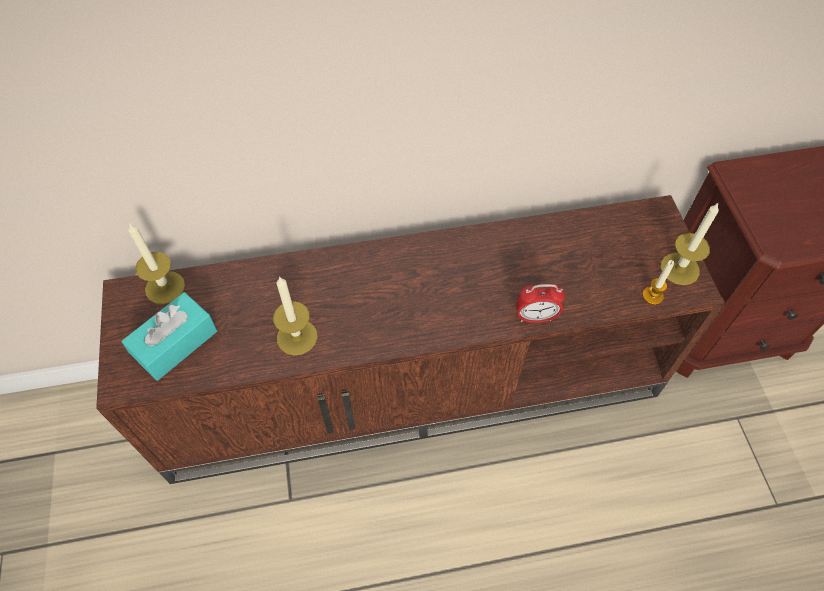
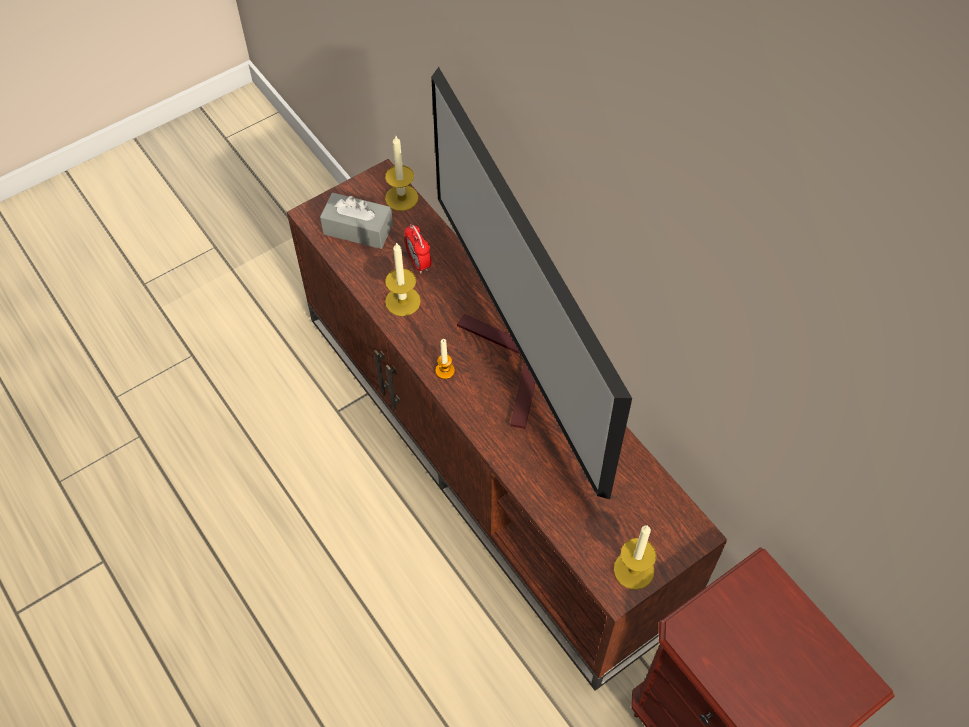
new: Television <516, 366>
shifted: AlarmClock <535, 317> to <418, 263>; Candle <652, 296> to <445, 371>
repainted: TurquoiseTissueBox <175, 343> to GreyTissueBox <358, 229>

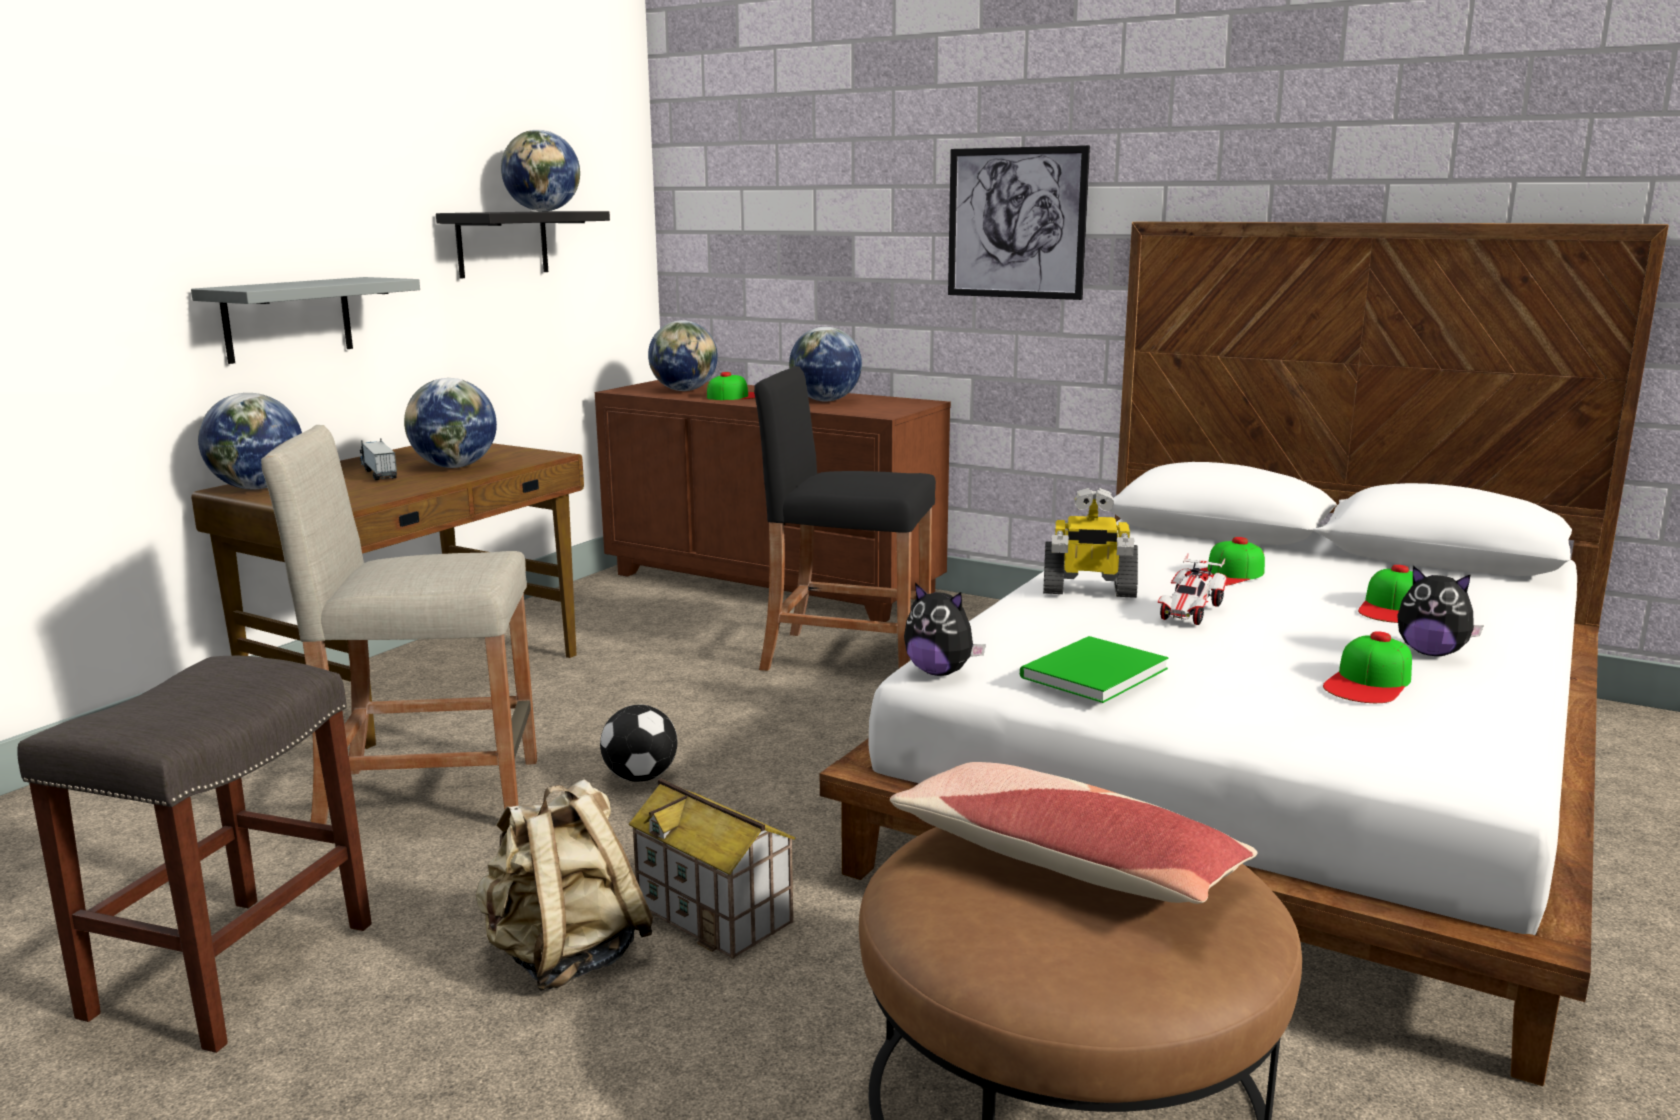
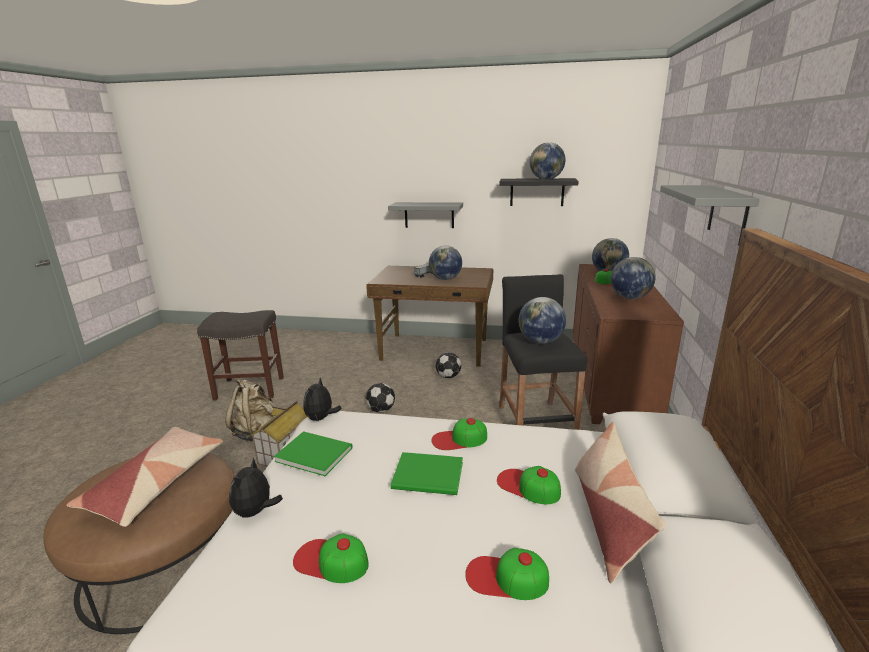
gone: BeigeStool <430, 796>
new: Football <448, 376>; Pillow <608, 518>
shifted: PlushToy <1431, 653> to <255, 512>; Globe <257, 488> to <540, 341>
swapped: ToyCar <1190, 612> to GreenBook <430, 477>; ToyRobot <1088, 590> to Cap <459, 439>; Picture <1016, 223> to GreyShelf <728, 214>

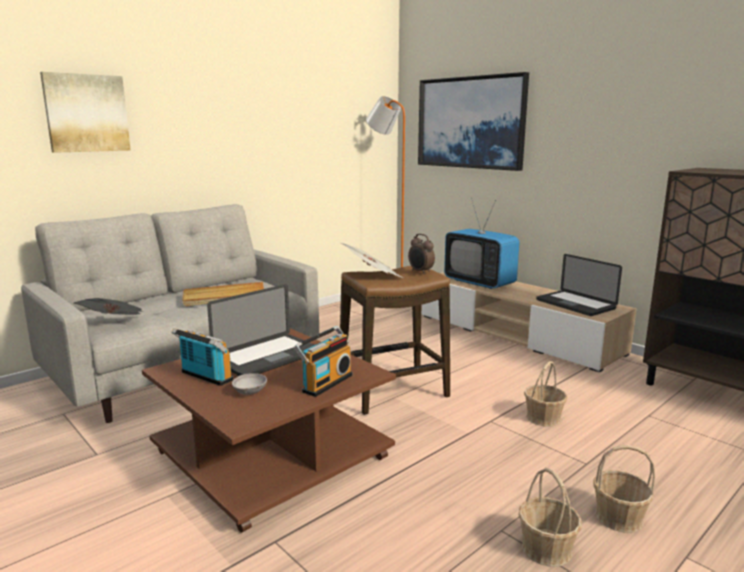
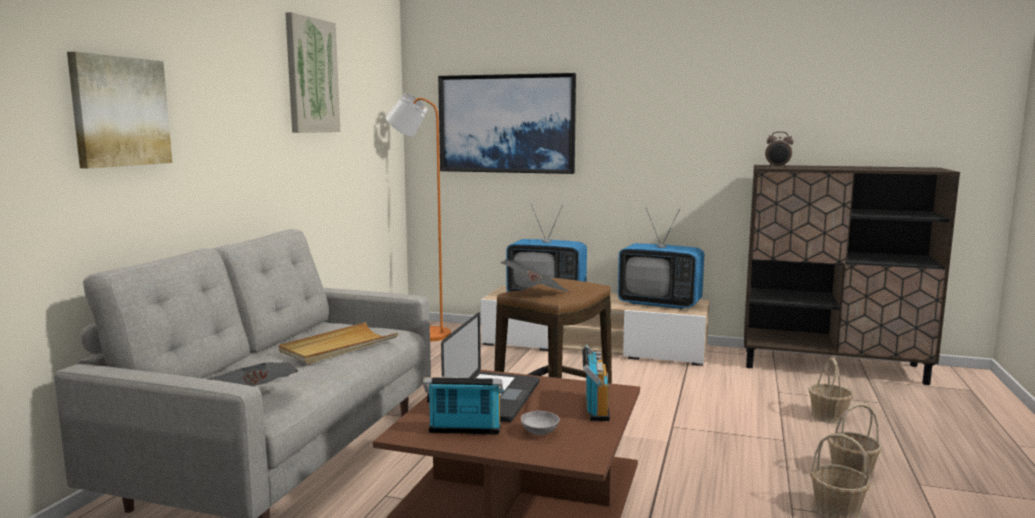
new: Picture <311, 76>
shifted: AlarmClock <420, 272> to <777, 167>; Basket <543, 418> to <828, 416>
swapped: Laptop <575, 304> to Television <659, 304>

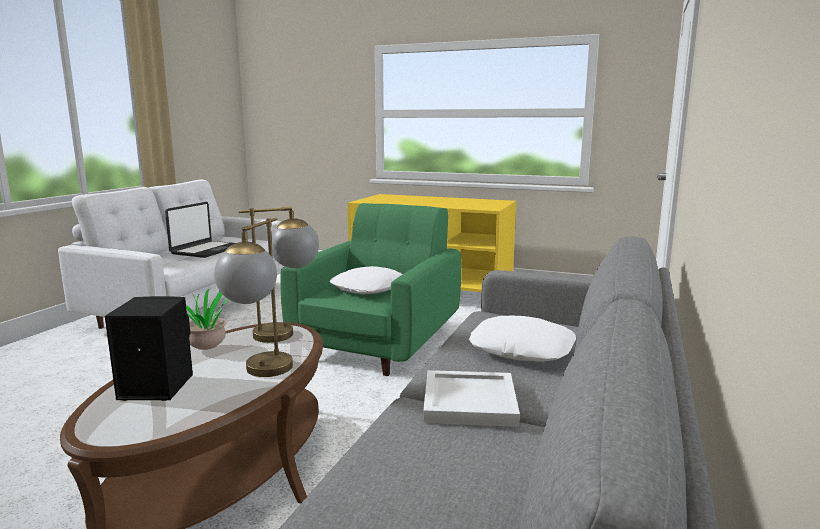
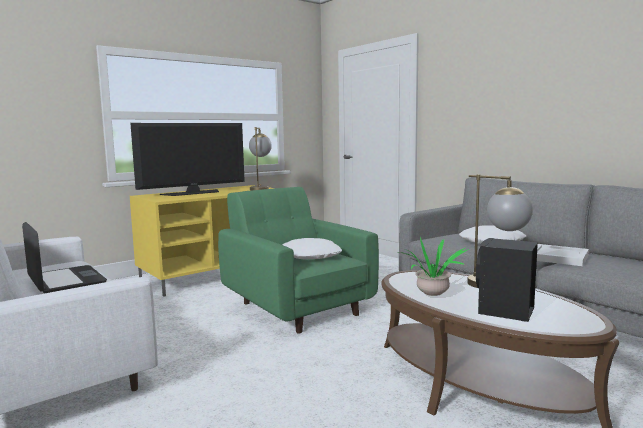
new: Television <193, 193>
shifted: TableLamp <287, 332> to <260, 189>

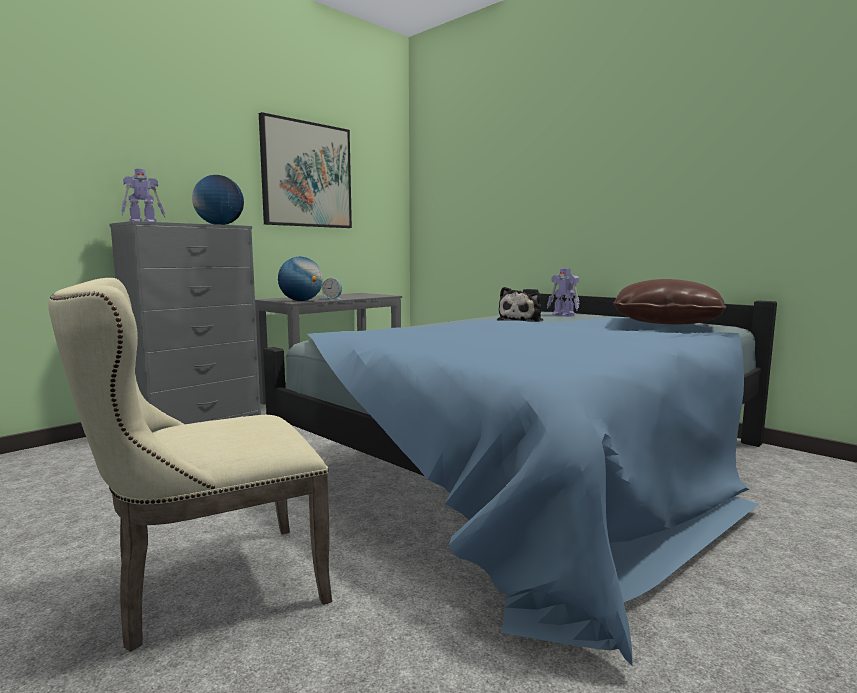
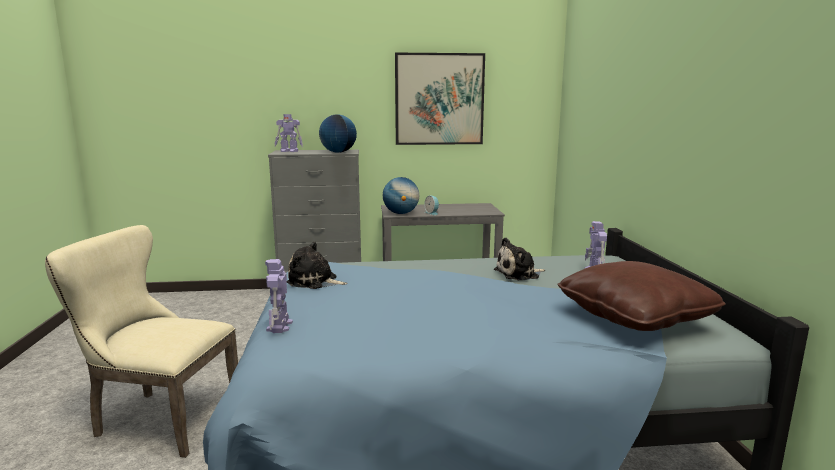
new: ToyRobot <279, 326>; PlushToy <314, 281>

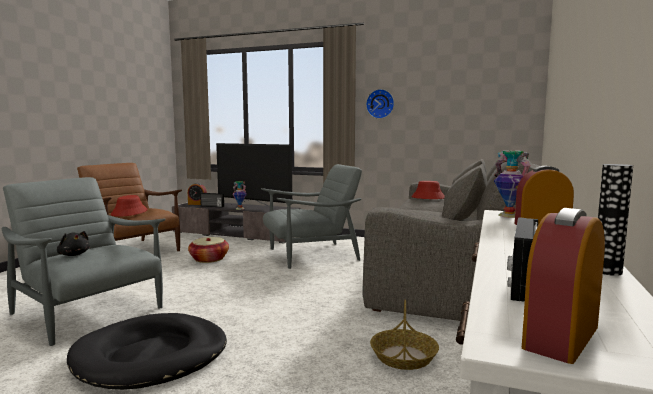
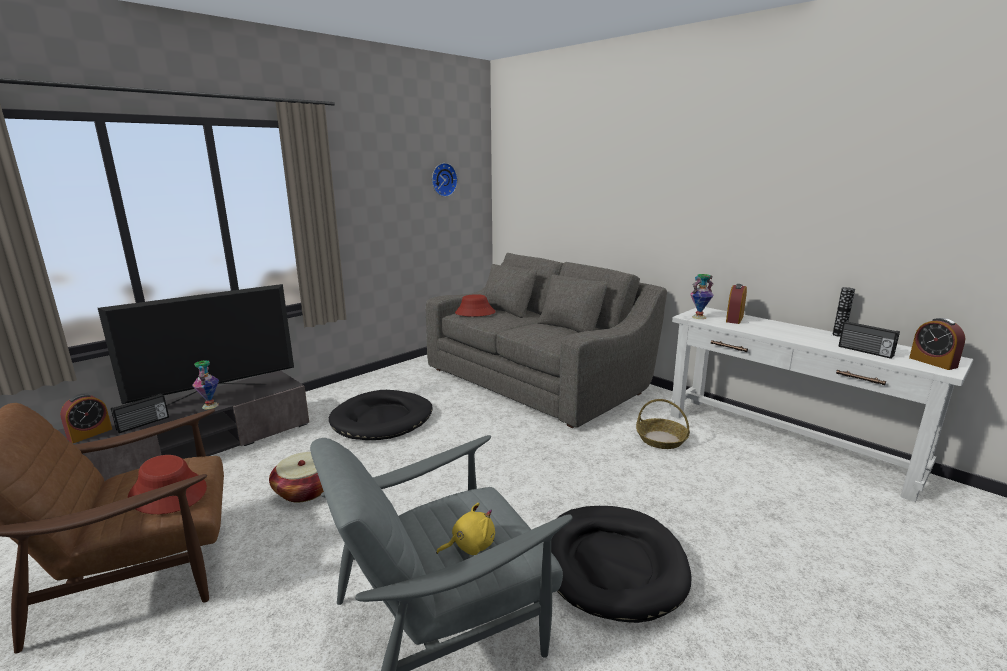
shifted: WallClock <380, 104> to <443, 179>
swapped: GreyArmchair <310, 255> to BlackDogBed <382, 419>
repainted: BlackPlushToy <74, 255> to YellowPlushToy <470, 545>

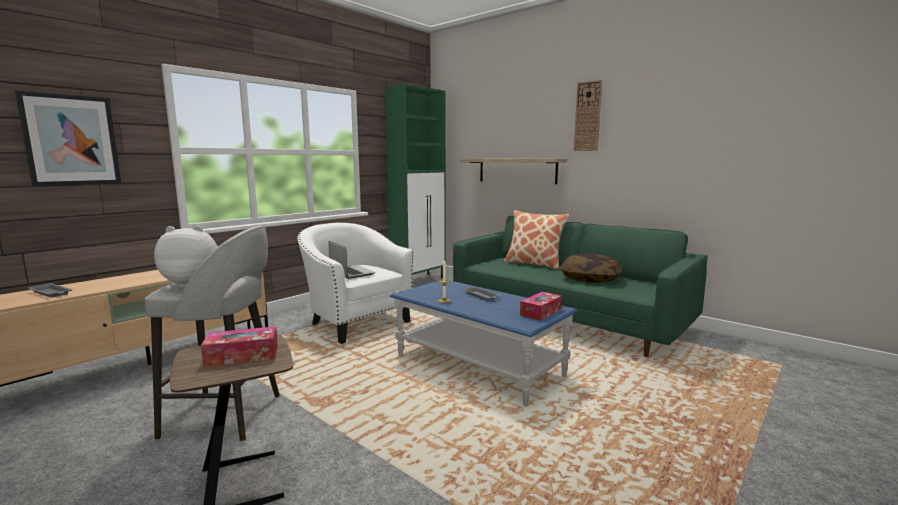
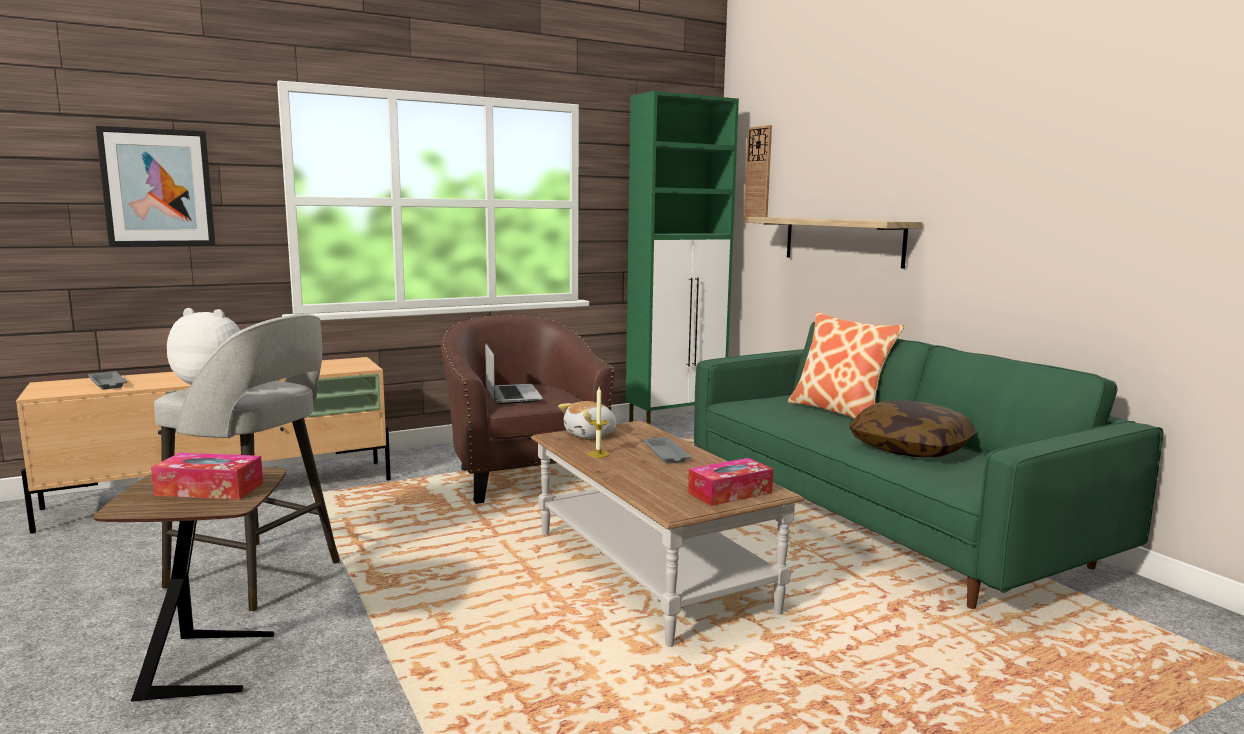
new: PlushToy <591, 435>
shifted: WallClock <588, 116> to <758, 175>
repainted: WhiteArmchair <355, 322> to BrownArmchair <522, 475>; BlueCoffeeTable <478, 366> to BrownCoffeeTable <650, 571>

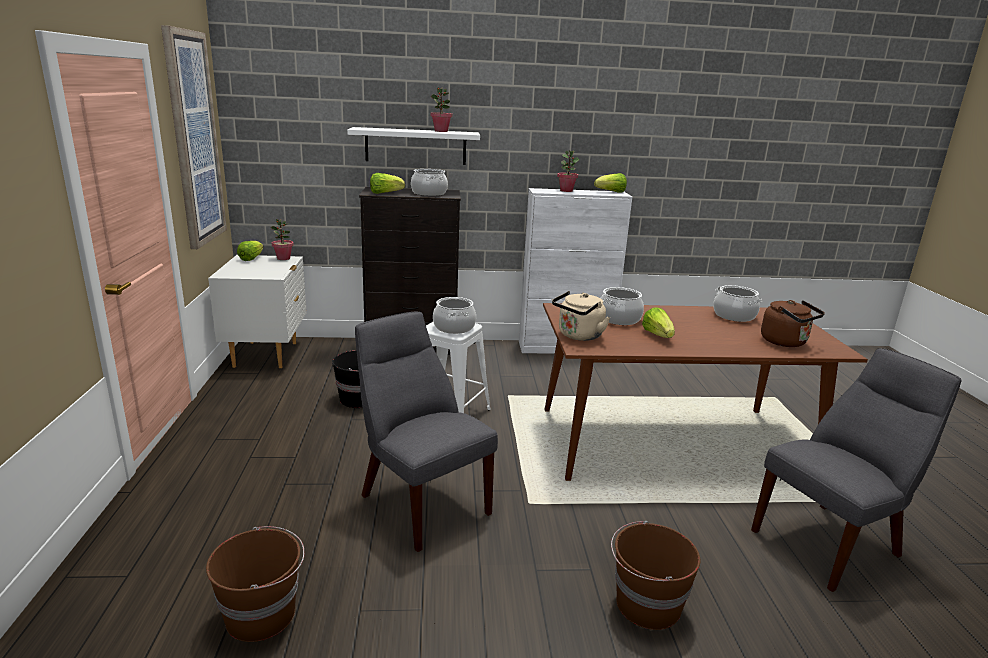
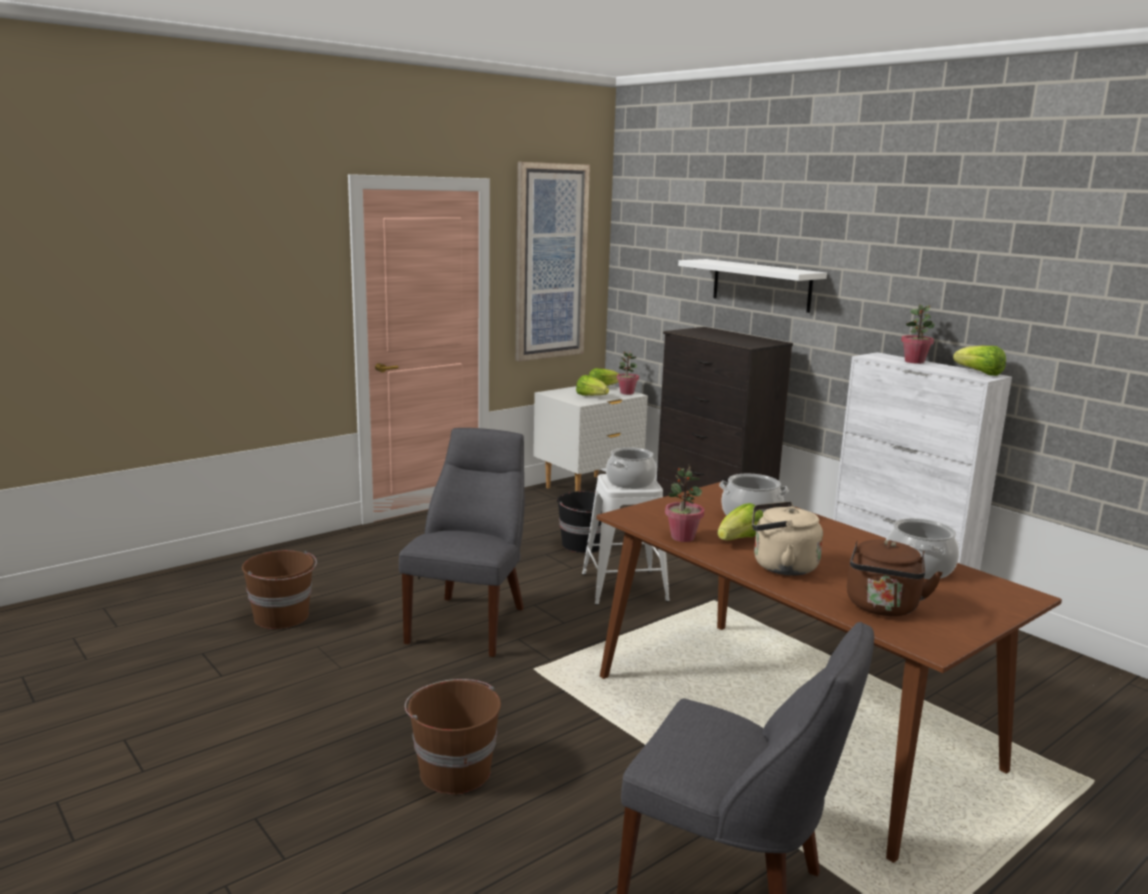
gone: CookingPot <429, 193>
shifted: Lettuce <385, 193> to <591, 396>; PottedPlant <441, 131> to <682, 537>; BeigeKettle <578, 336> to <780, 566>

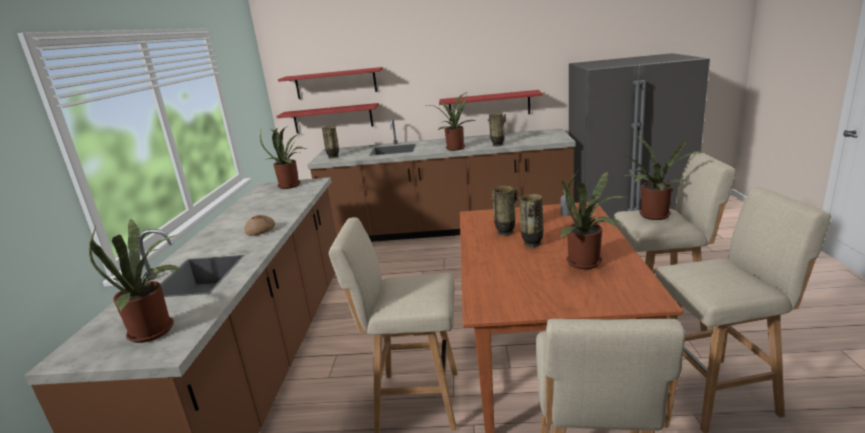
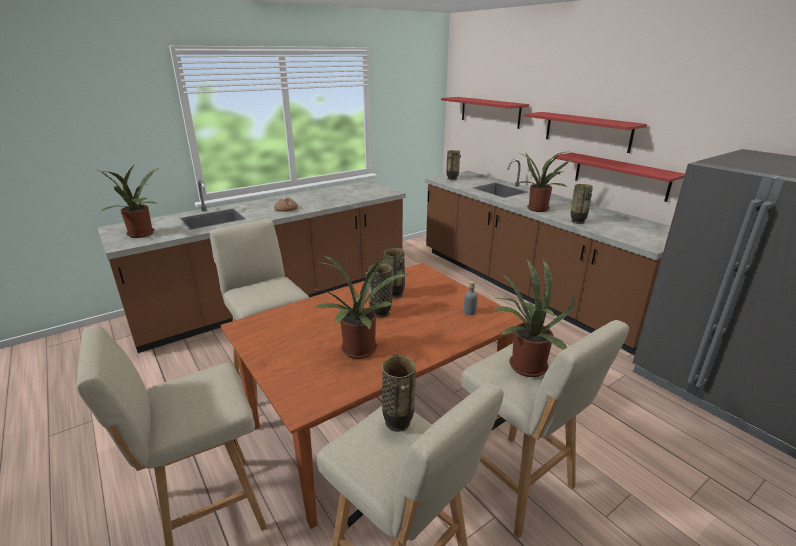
gone: PottedPlant <292, 185>
new: Vase <398, 422>
shifted: RedShelf <333, 118> to <587, 131>

